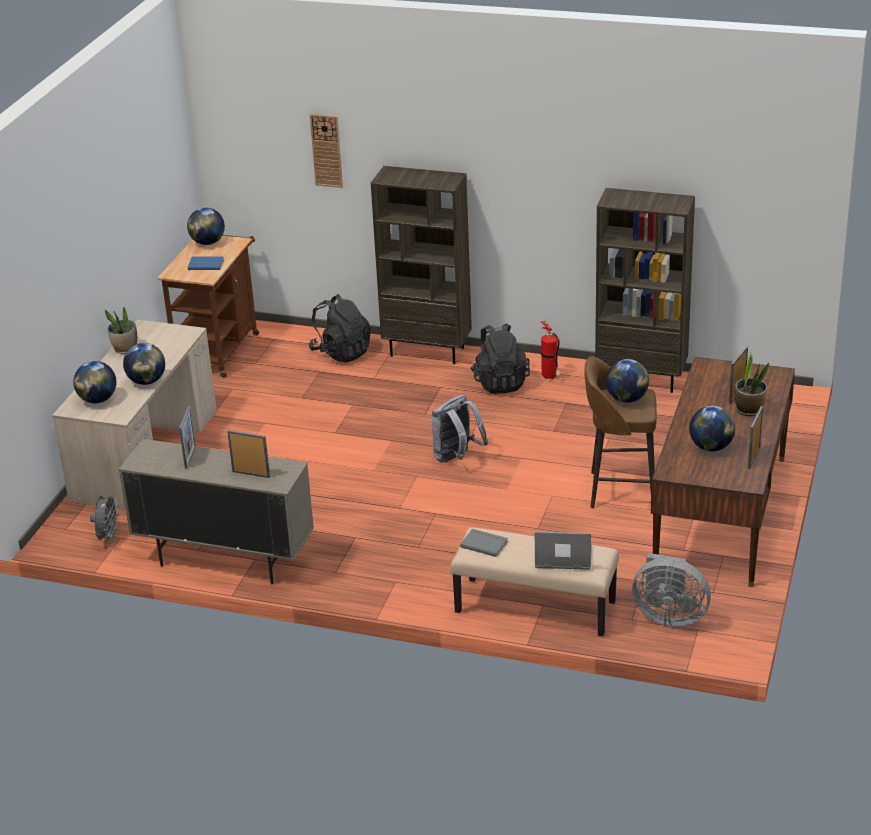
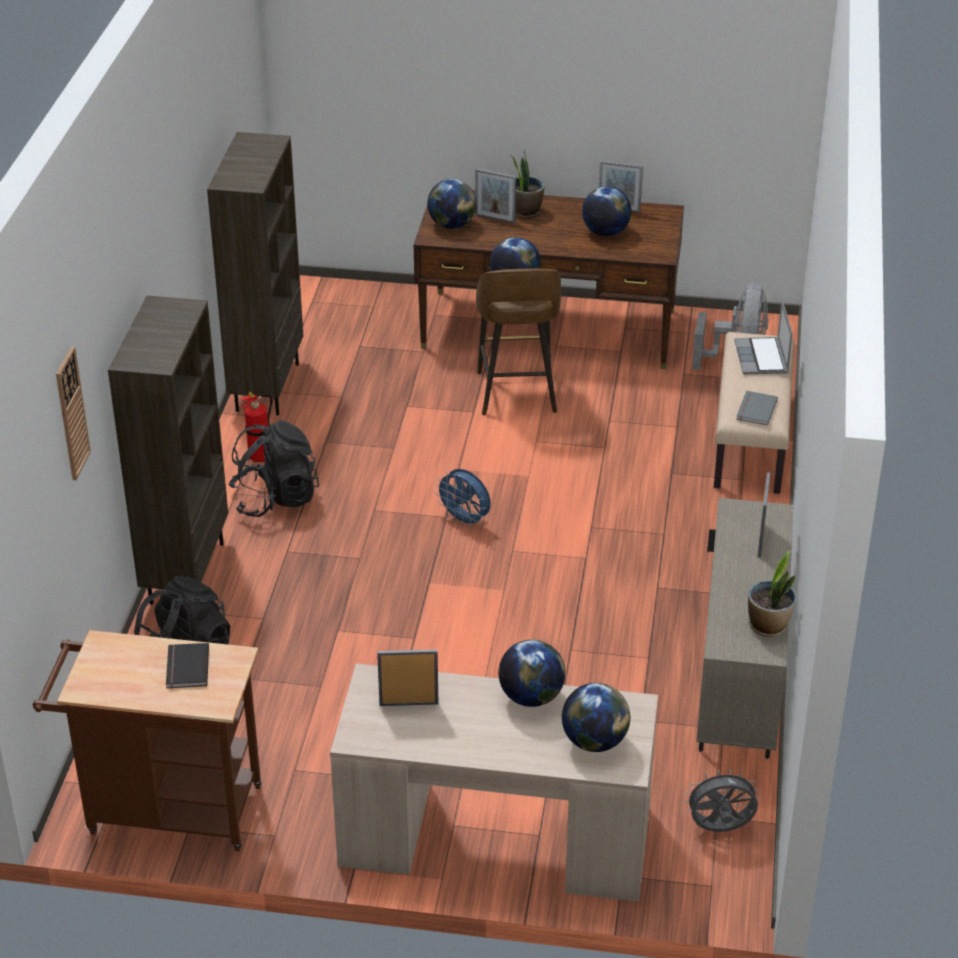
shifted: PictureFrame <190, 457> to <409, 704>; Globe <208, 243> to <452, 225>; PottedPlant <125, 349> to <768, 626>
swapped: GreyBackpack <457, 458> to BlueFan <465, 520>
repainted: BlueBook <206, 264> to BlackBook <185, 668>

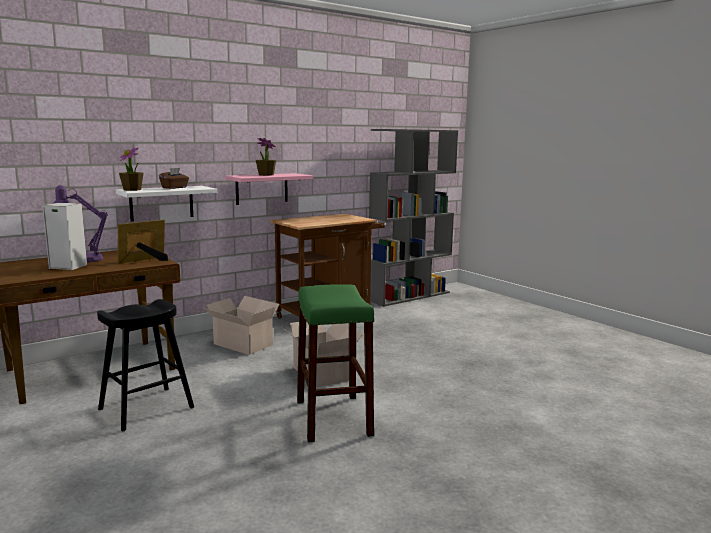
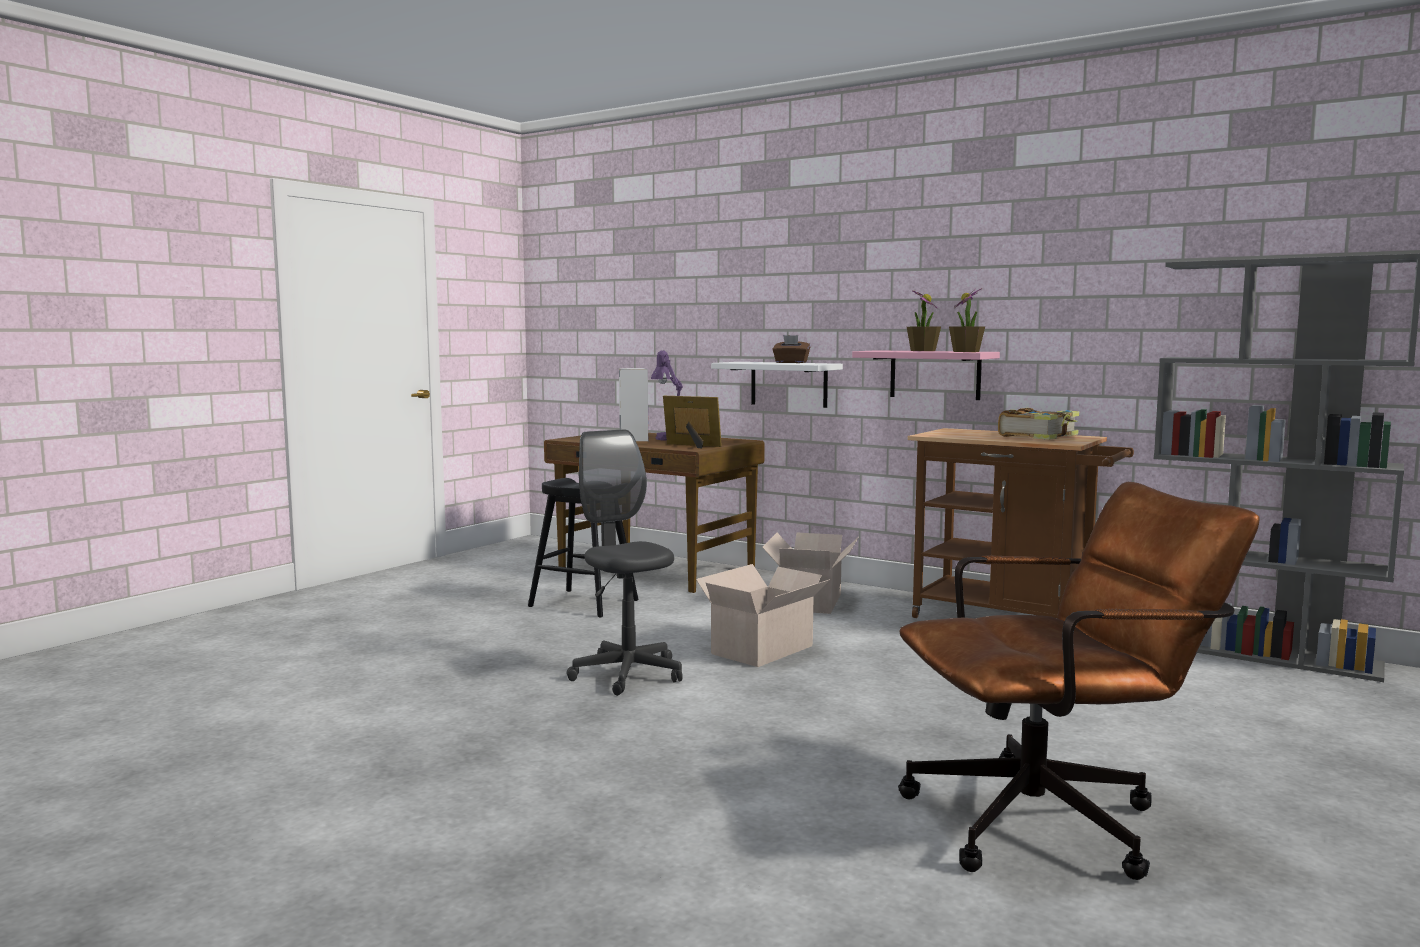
new: BrownOfficeChair <1054, 820>; Book <1039, 436>
shifted: PottedPlant <132, 189> to <966, 351>
swapped: GreenStool <333, 417> to GreyOfficeChair <627, 674>

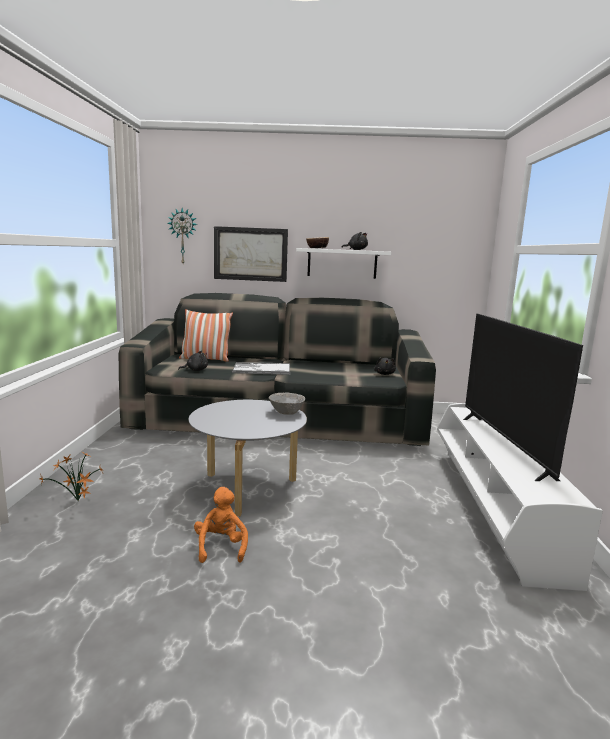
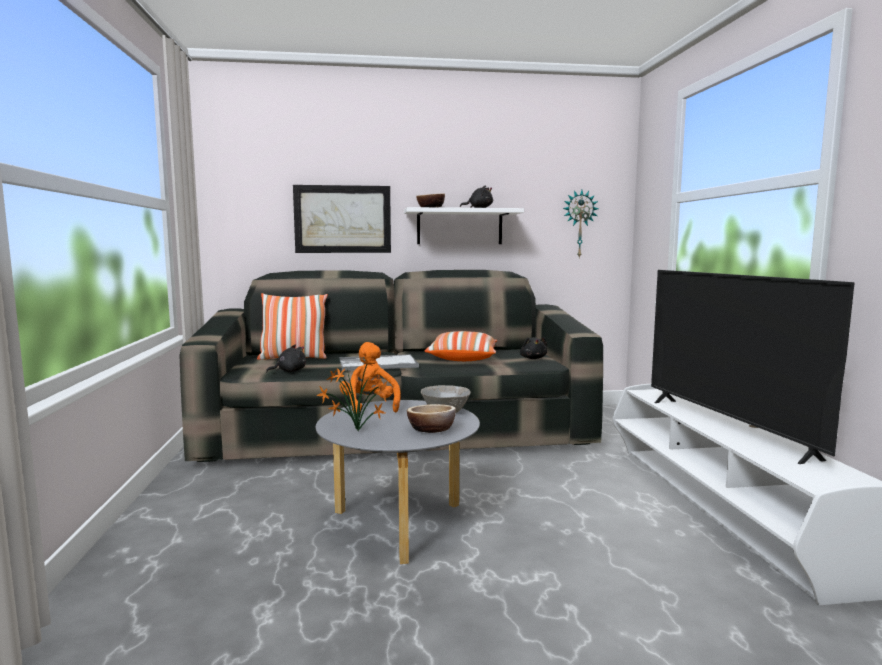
new: Bowl <431, 430>; Pillow <462, 358>
shifted: PottedPlant <78, 502> to <359, 432>; OrangePlushToy <221, 547> to <370, 406>; WallClock <183, 236> to <579, 224>

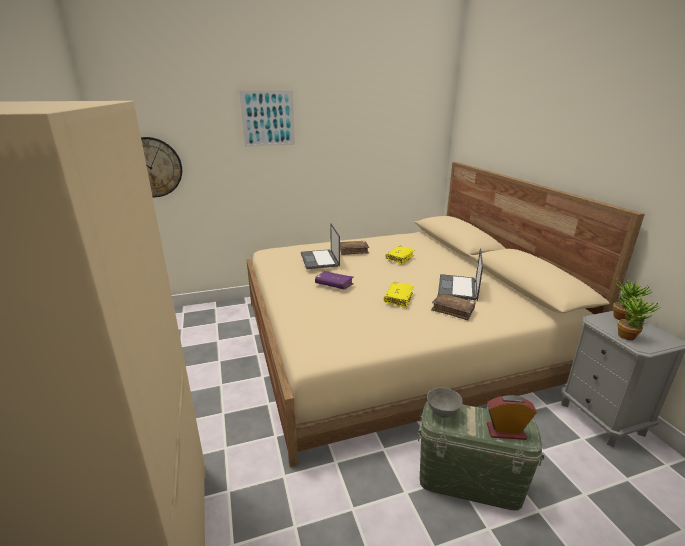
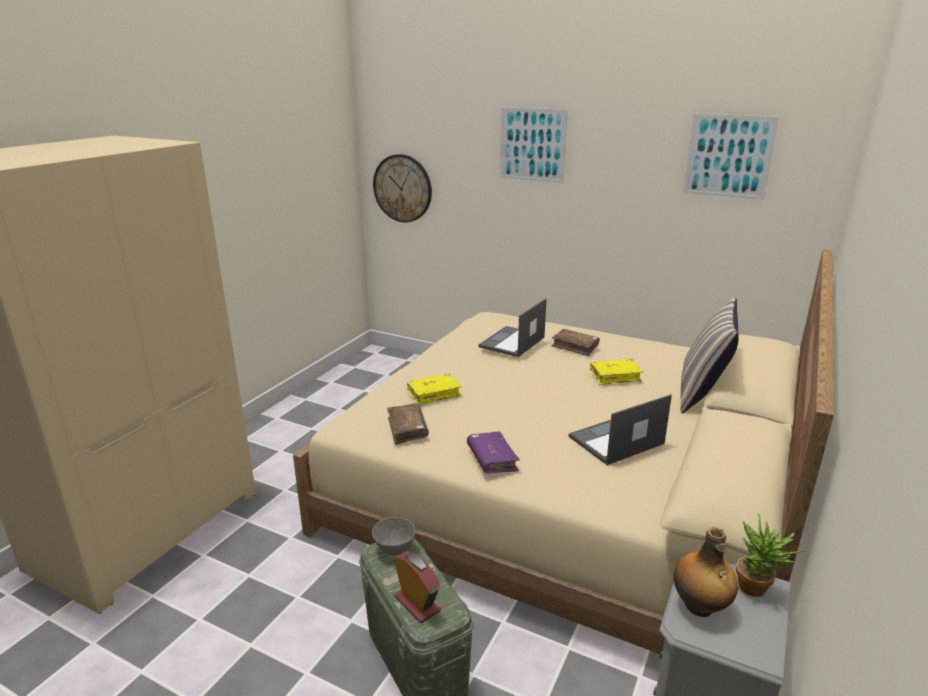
new: Pillow <702, 394>; Picture <728, 156>
shifted: BrownBook <453, 310> to <407, 429>; YellowBook <398, 298> to <433, 394>; PurpleBook <334, 285> to <492, 459>
swapped: PottedPlant <628, 335> to Bottle <699, 607>

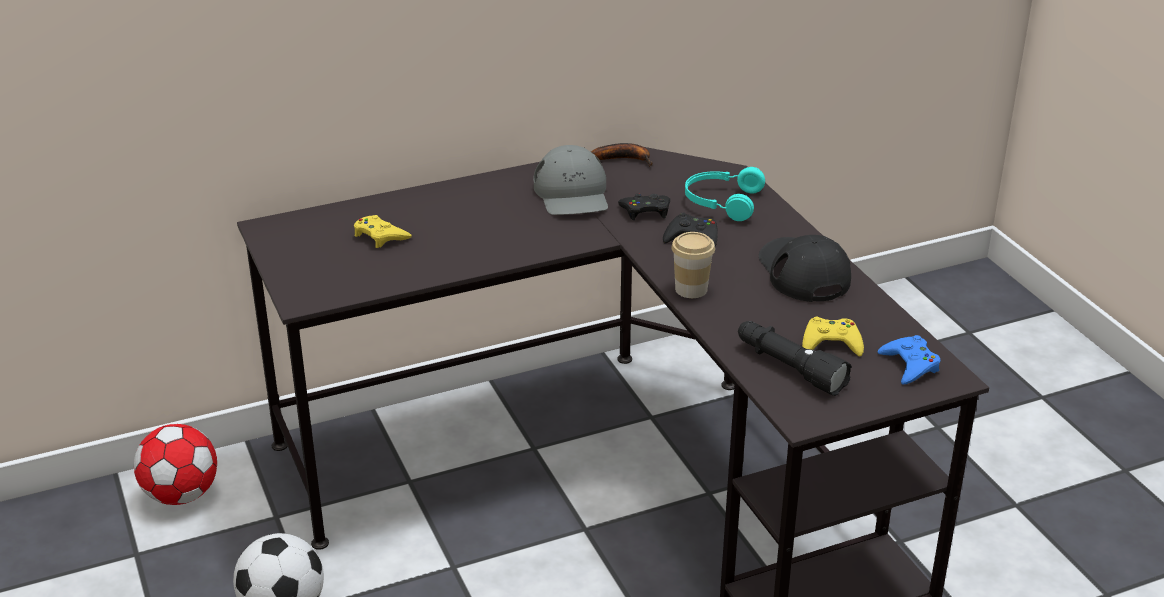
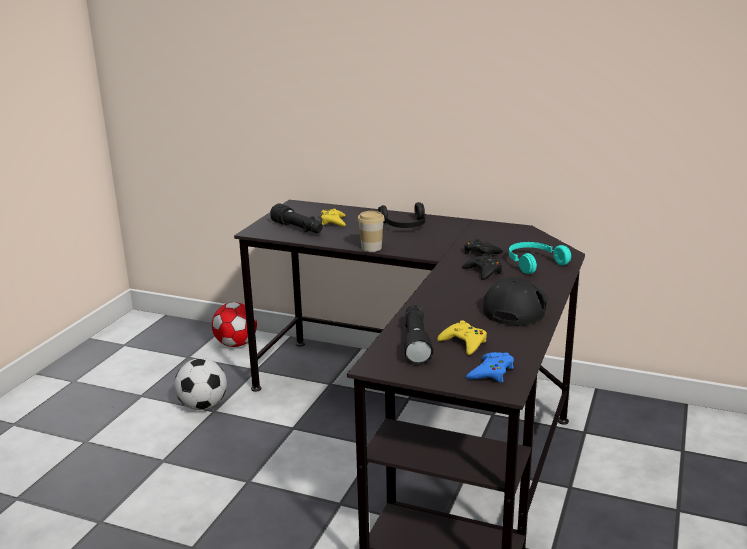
gone: GreyCap <572, 194>; Banana <624, 159>
new: BlackFlashlight <298, 229>; BlackHeadphones <404, 225>
shifted: Cup <691, 289> to <371, 248>

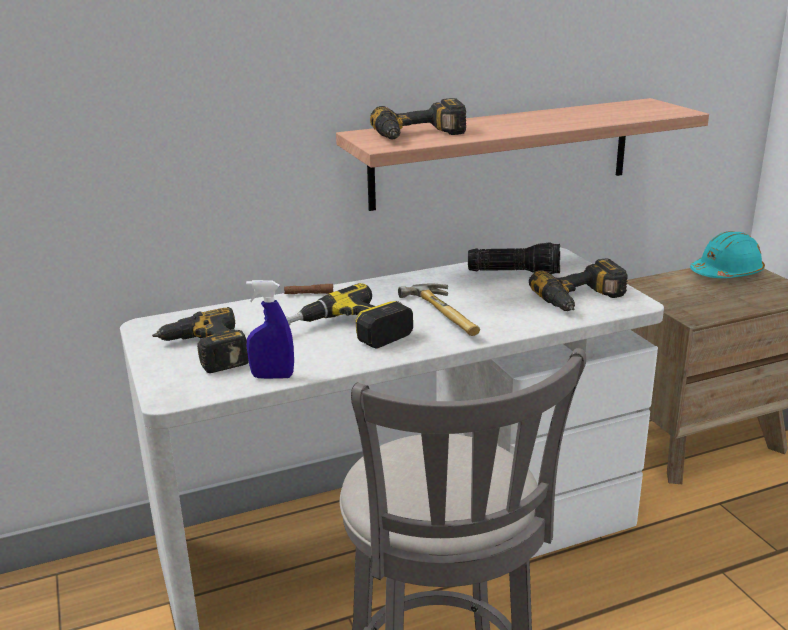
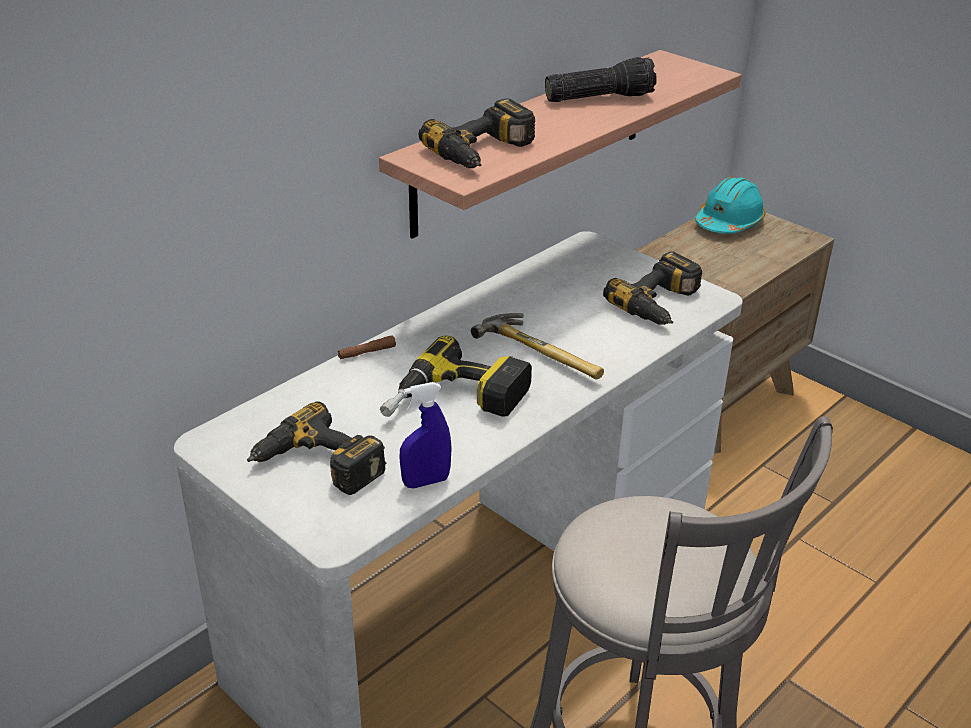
shifted: Flashlight <514, 271> to <599, 97>

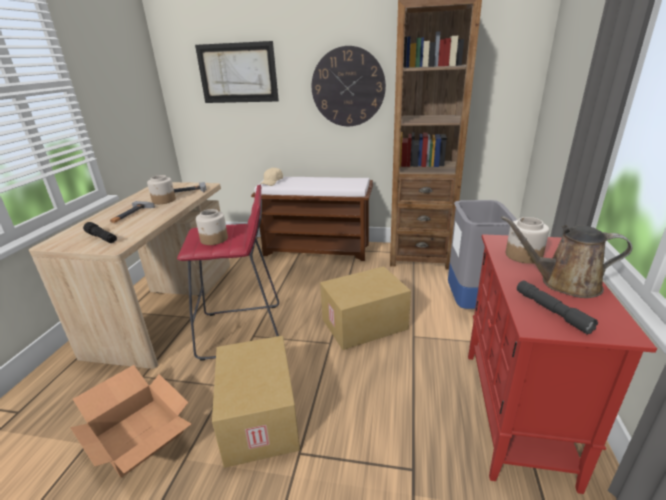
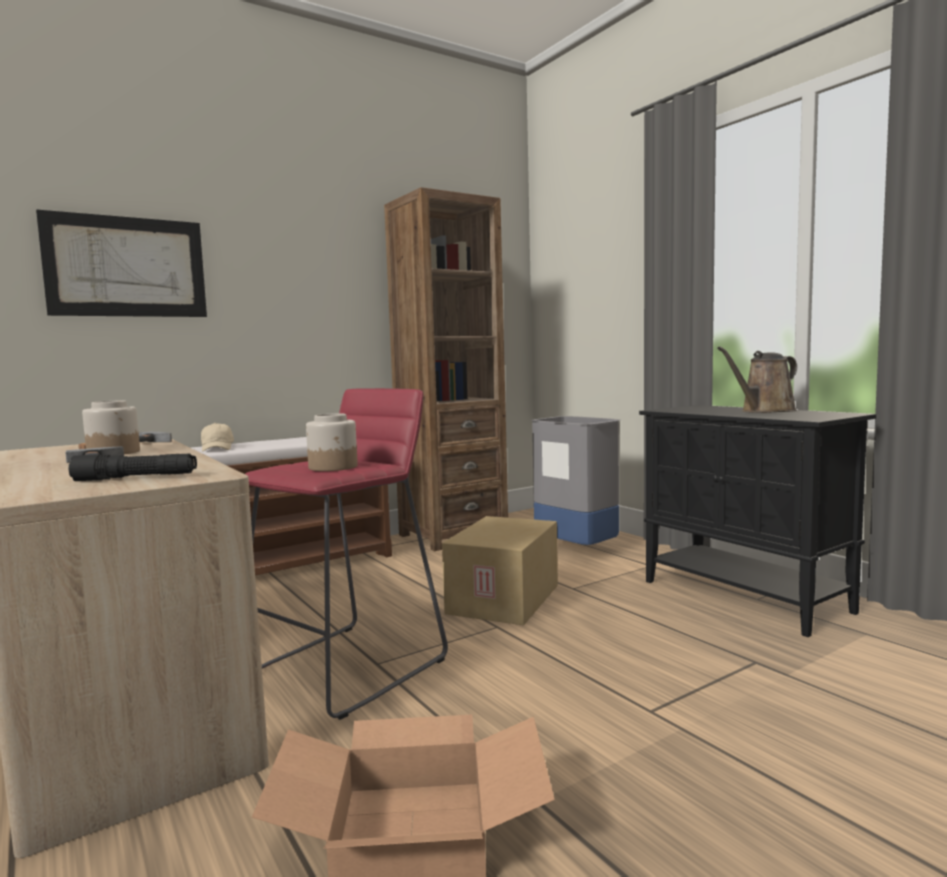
gone: CardboardBox <258, 416>; WallClock <348, 87>; Jar <523, 255>; GreyFlashlight <551, 311>
repainted: RedCabinet <515, 414> to BlackCabinet <746, 597>

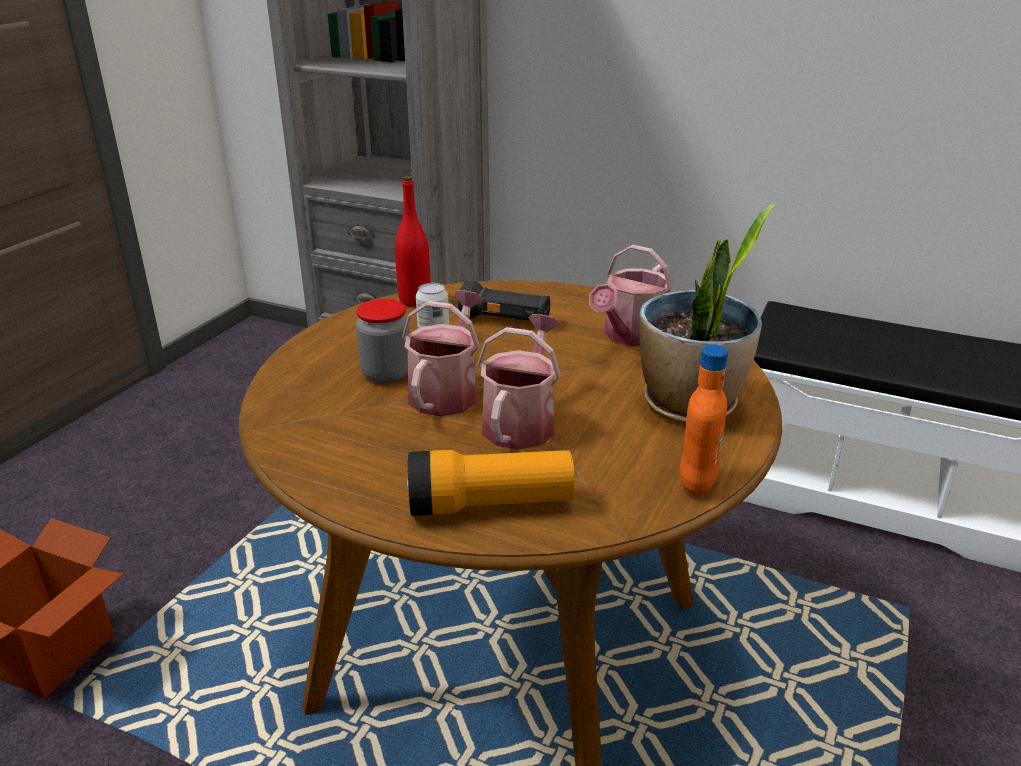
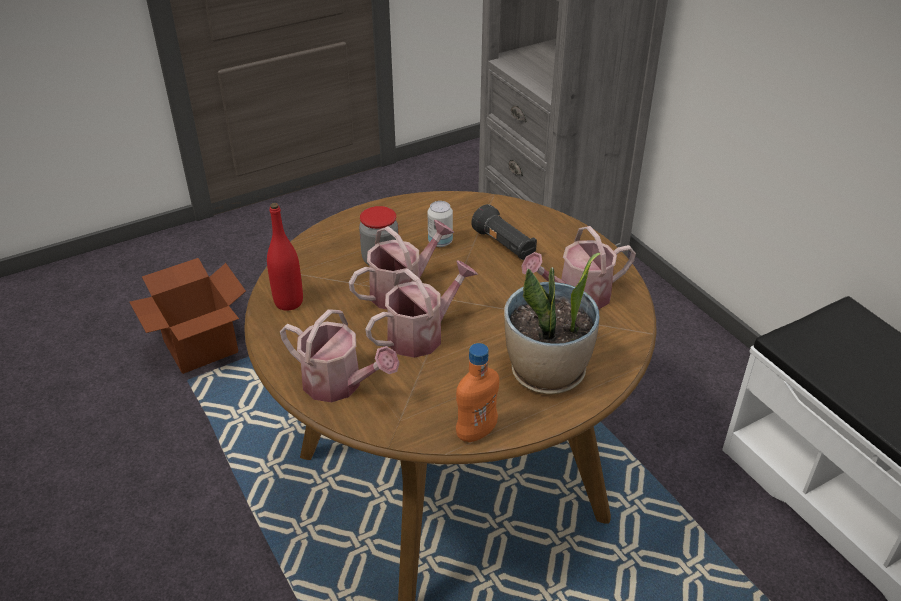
shifted: RedBottle <414, 301> to <288, 302>
swapped: Flashlight <490, 505> to WateringCan <339, 384>

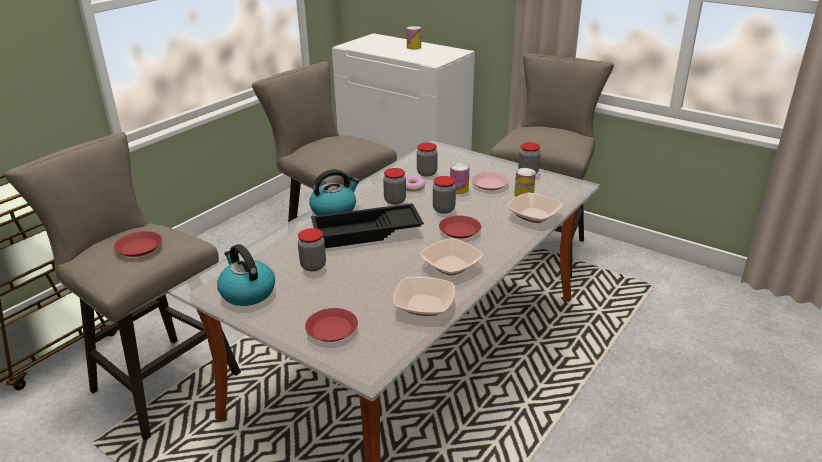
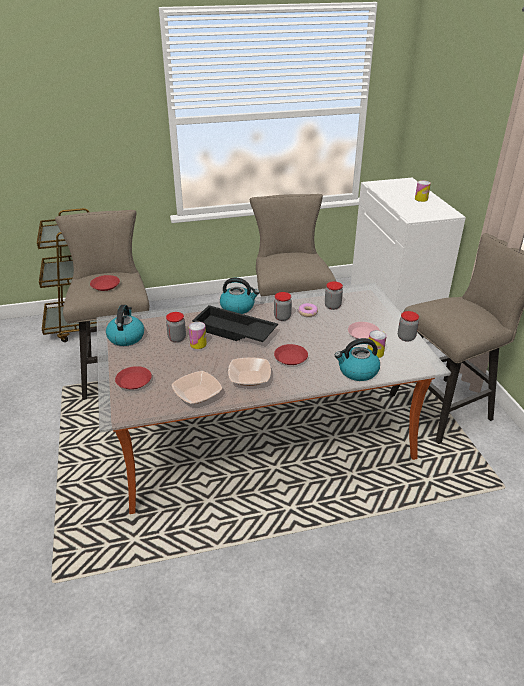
gone: Jar <443, 209>
shifted: Can <459, 189> to <198, 344>
swapped: Bowl <533, 215> to Kettle <357, 371>

